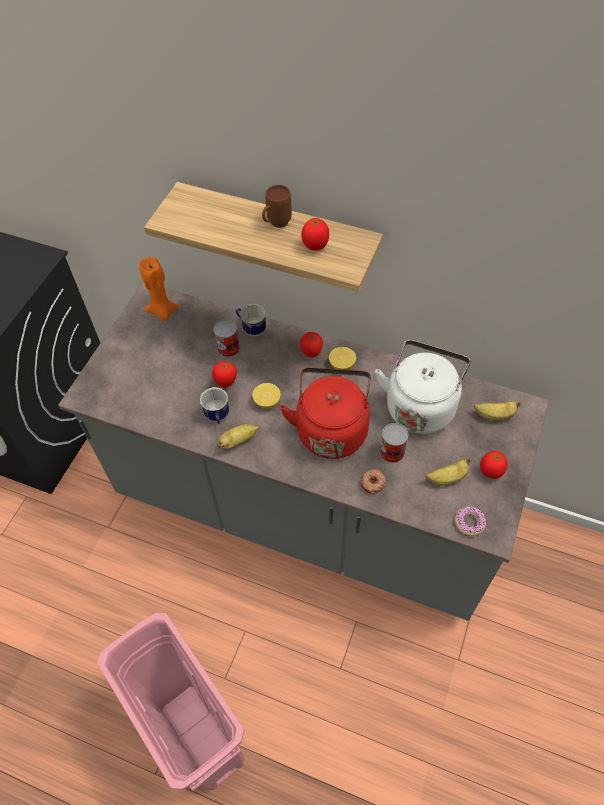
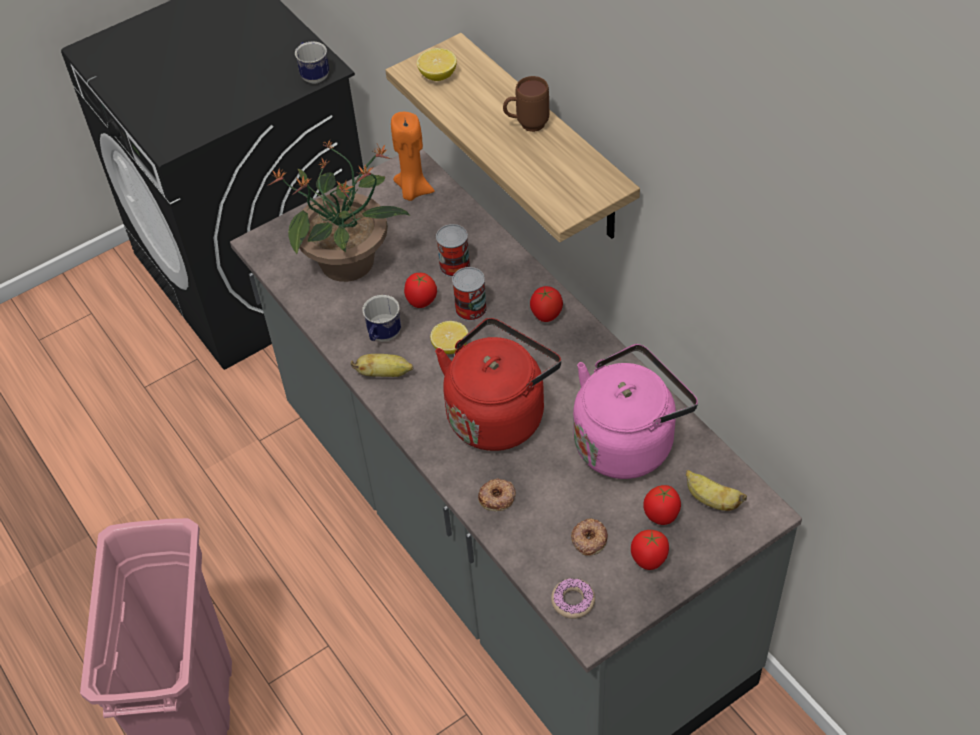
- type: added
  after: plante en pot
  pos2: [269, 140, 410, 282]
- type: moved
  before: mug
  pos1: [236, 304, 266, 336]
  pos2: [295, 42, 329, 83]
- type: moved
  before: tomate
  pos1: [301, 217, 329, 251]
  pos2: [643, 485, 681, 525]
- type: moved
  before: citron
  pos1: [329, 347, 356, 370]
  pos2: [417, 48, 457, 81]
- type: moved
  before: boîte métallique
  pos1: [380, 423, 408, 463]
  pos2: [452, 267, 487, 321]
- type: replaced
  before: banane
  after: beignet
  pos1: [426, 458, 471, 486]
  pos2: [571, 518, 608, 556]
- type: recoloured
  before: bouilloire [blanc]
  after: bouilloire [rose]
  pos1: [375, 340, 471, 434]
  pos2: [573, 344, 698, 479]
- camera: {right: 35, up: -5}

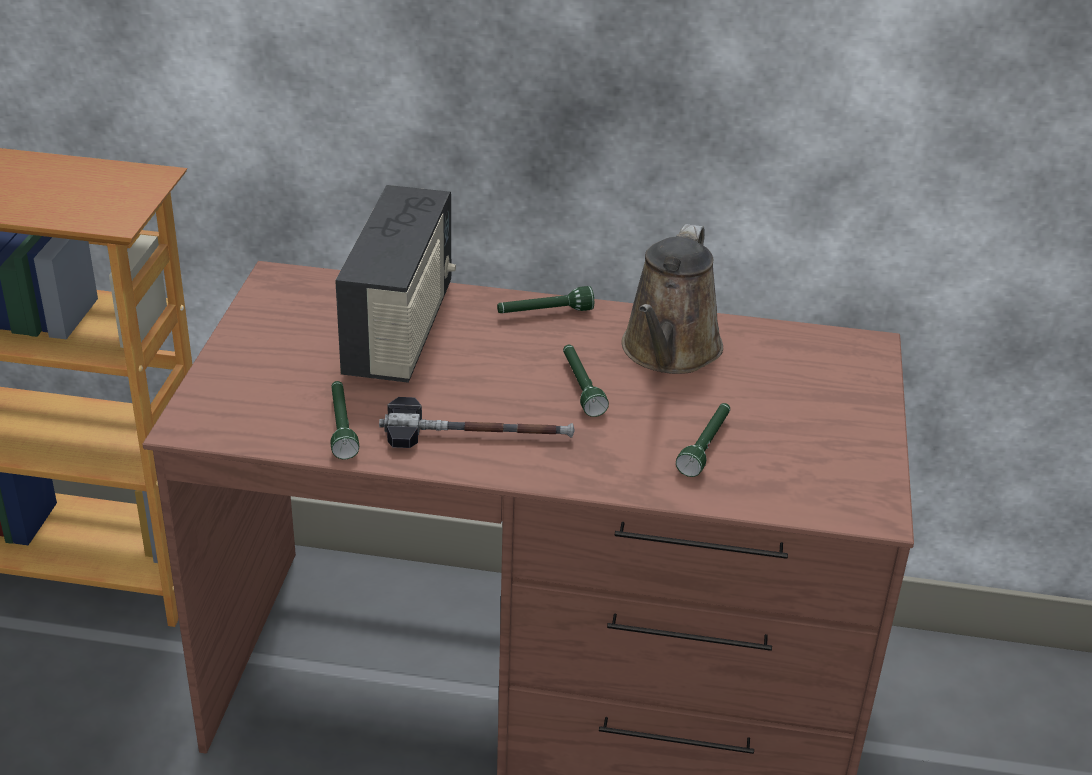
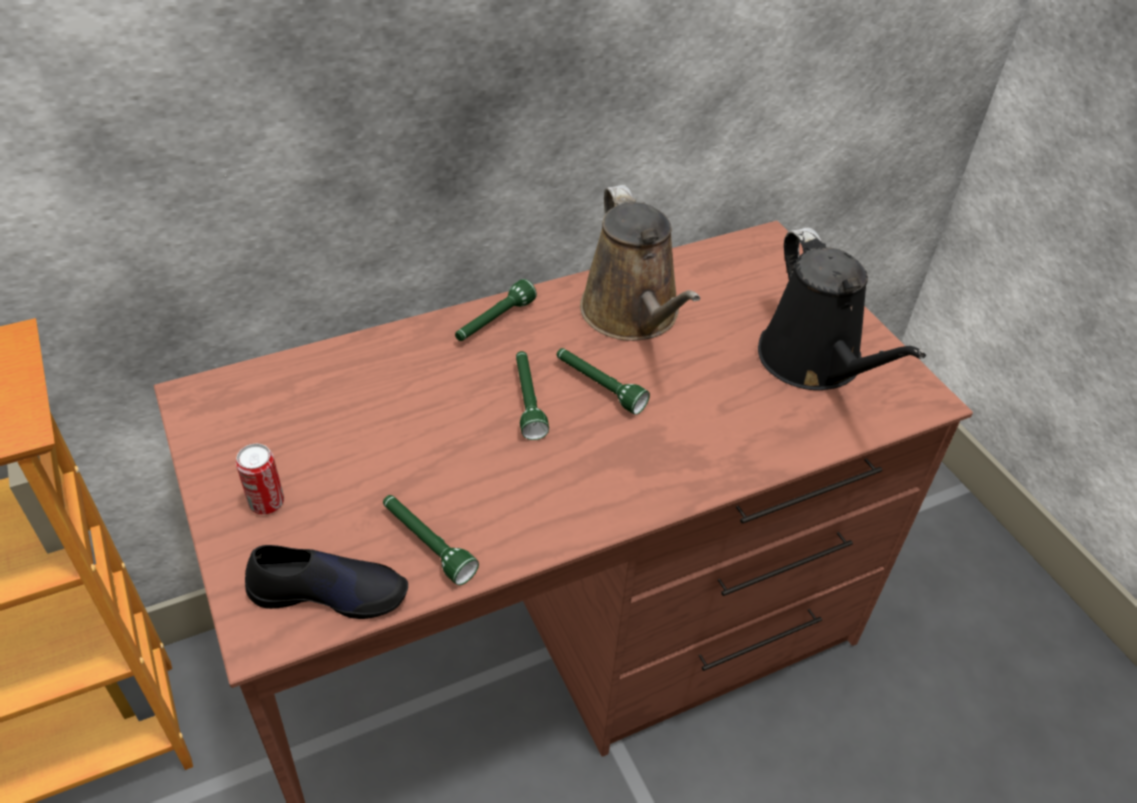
- type: removed
  before: radio
  pos1: [335, 185, 456, 383]
- type: removed
  before: marteau
  pos1: [379, 397, 575, 448]
- type: added
  after: boîte métallique
  pos2: [236, 444, 284, 515]
- type: added
  after: chaussure [noir]
  pos2: [245, 545, 408, 619]
- type: added
  after: arrosoir [noir]
  pos2: [758, 228, 926, 390]
- type: moved
  before: lampe de poche [vert]
  pos1: [676, 403, 730, 477]
  pos2: [516, 351, 549, 440]
- camera: {right: -35, up: 10}

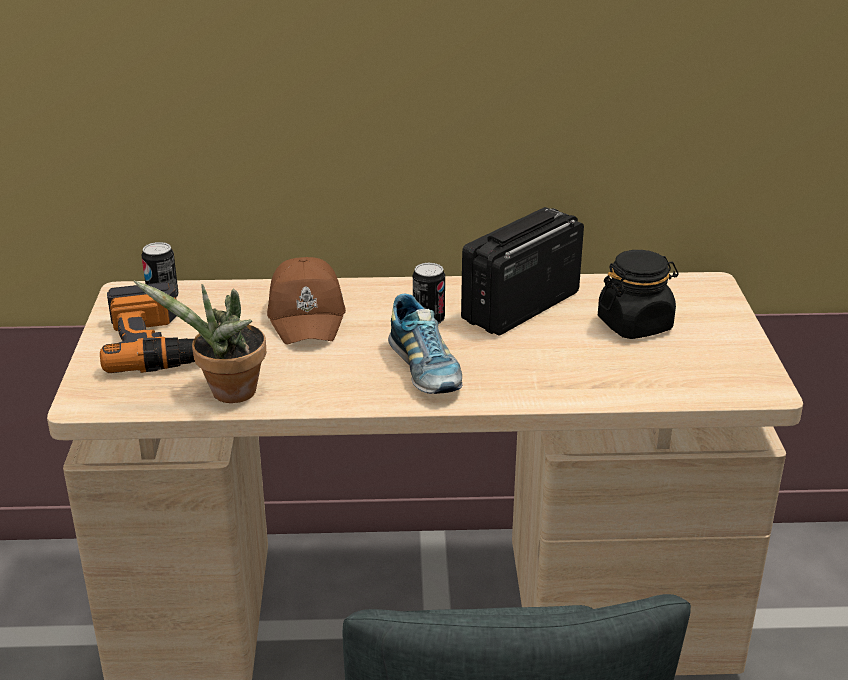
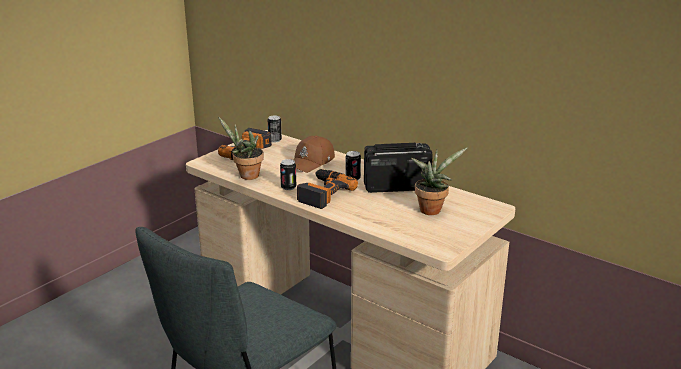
- type: added
  after: boîte métallique
  pos2: [280, 159, 296, 190]
- type: replaced
  before: chaussure
  after: perceuse
  pos1: [388, 294, 462, 394]
  pos2: [297, 169, 358, 209]
- type: replaced
  before: bocal [noir]
  after: plante en pot
  pos1: [598, 250, 679, 339]
  pos2: [411, 147, 468, 215]
- camera: {right: 40, up: -5}

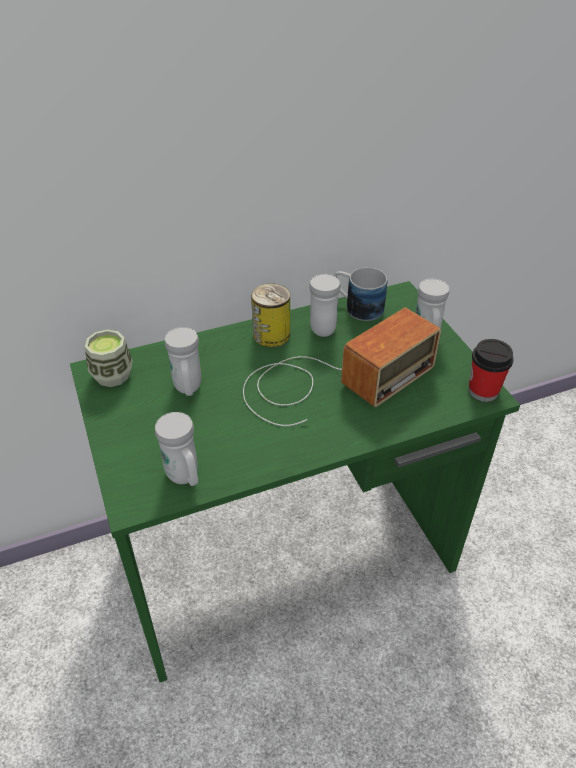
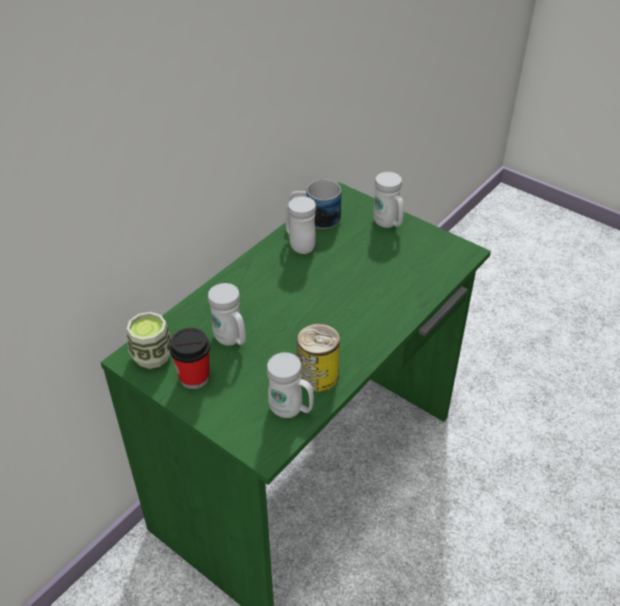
- type: removed
  before: radio
  pos1: [243, 308, 442, 426]
- type: moved
  before: boîte métallique
  pos1: [251, 283, 290, 347]
  pos2: [297, 323, 340, 392]
- type: moved
  before: tasse
  pos1: [468, 339, 514, 402]
  pos2: [169, 328, 210, 389]
- camera: {right: -30, up: 0}

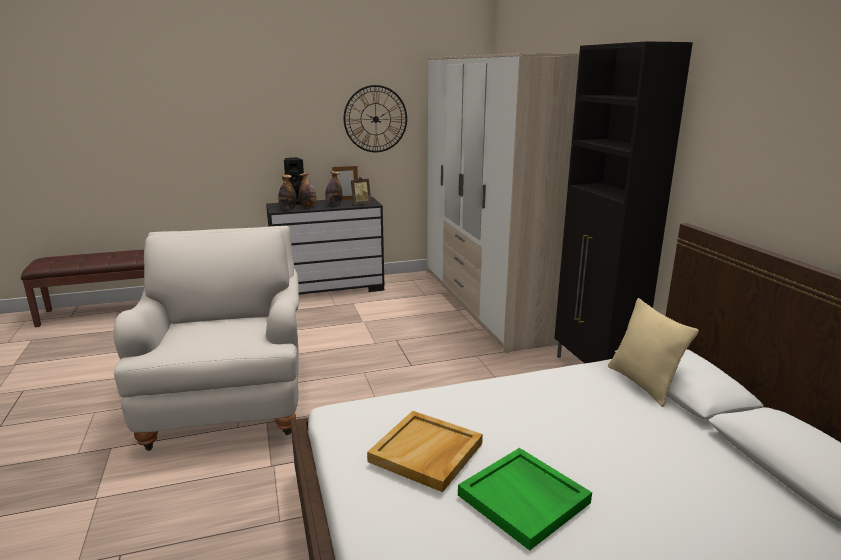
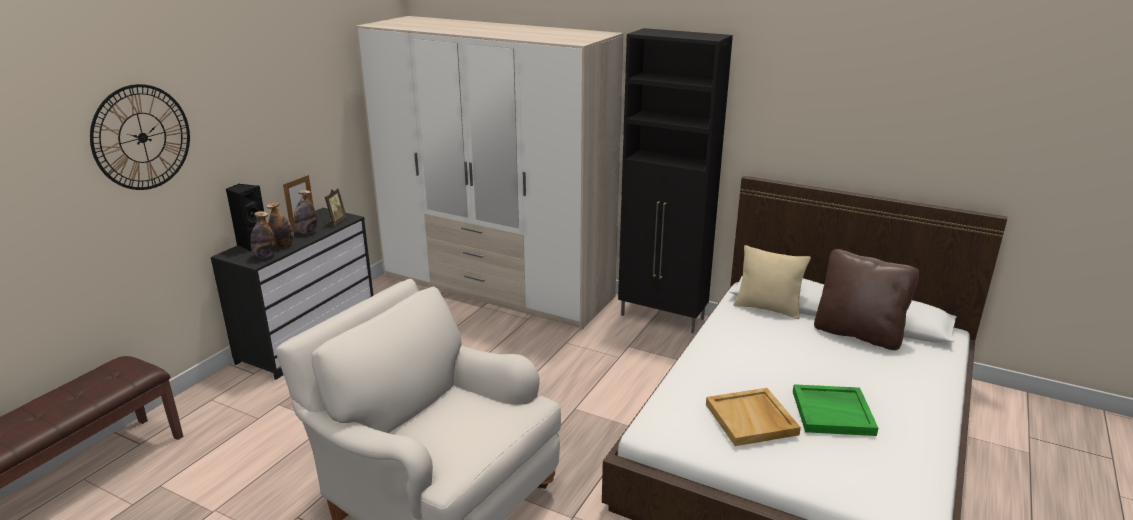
- type: added
  after: coussin [marron]
  pos2: [814, 249, 919, 350]
- type: moved
  before: horloge murale
  pos1: [344, 85, 407, 152]
  pos2: [90, 84, 190, 190]
- camera: {right: -45, up: 5}

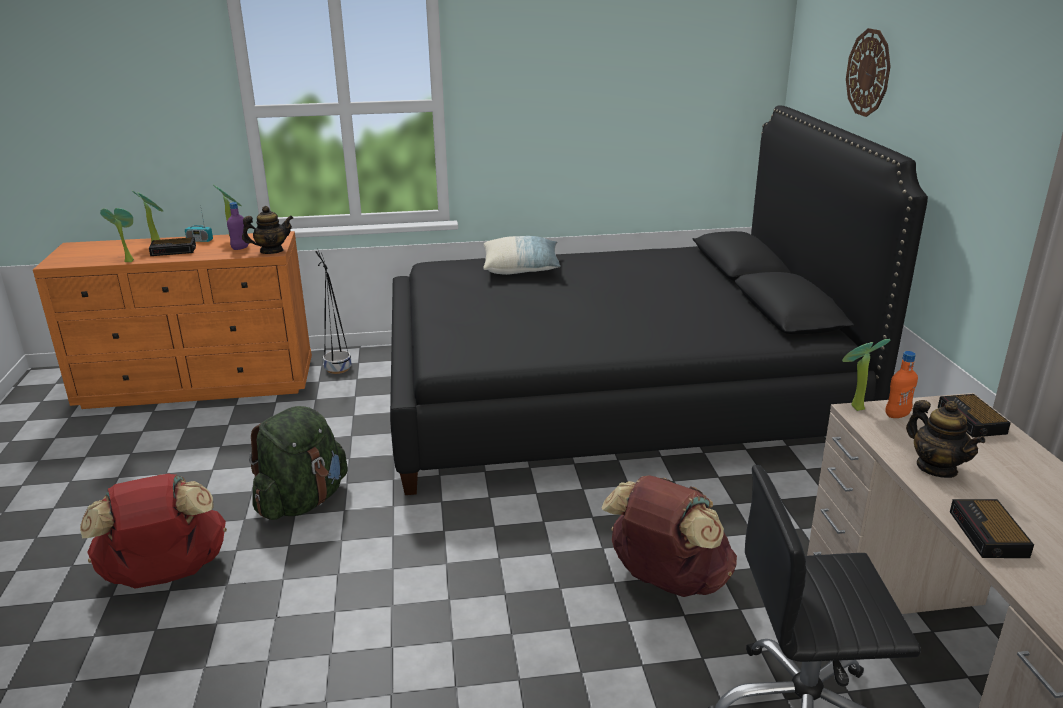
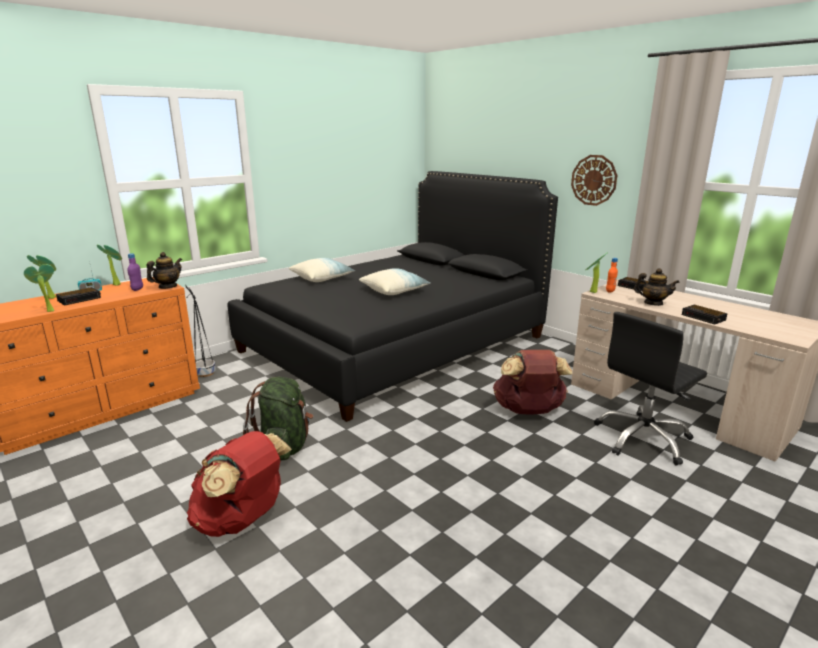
- type: added
  after: coussin
  pos2: [359, 268, 431, 295]
- type: moved
  before: horloge murale
  pos1: [846, 28, 891, 117]
  pos2: [571, 155, 617, 206]
- camera: {right: -35, up: -5}

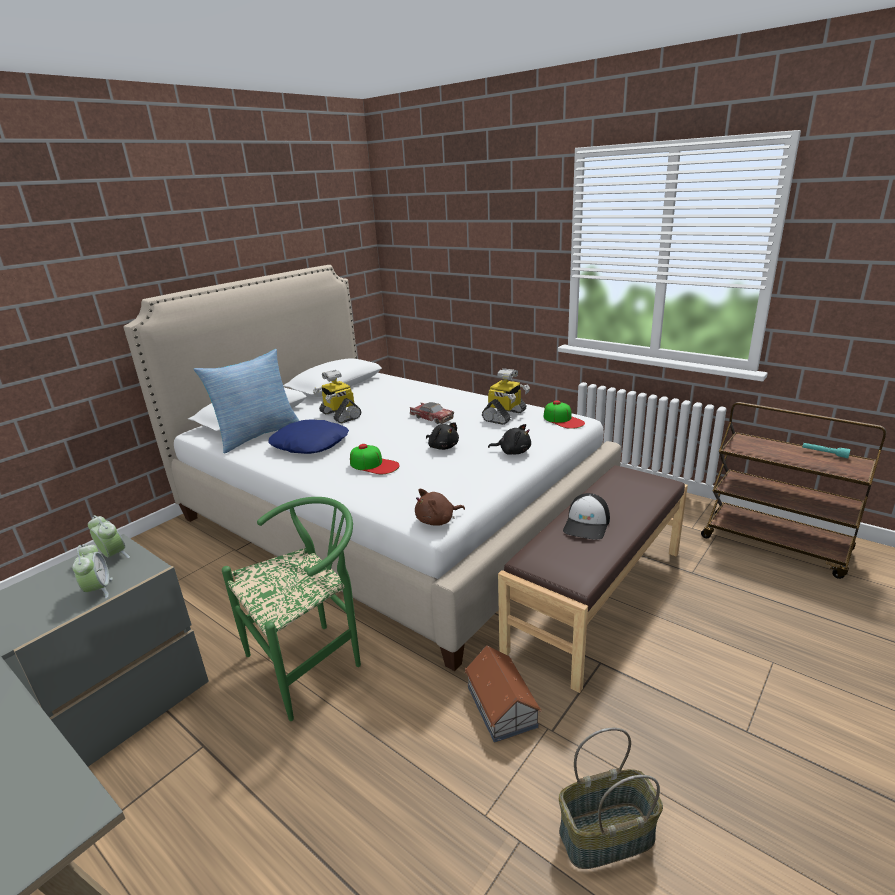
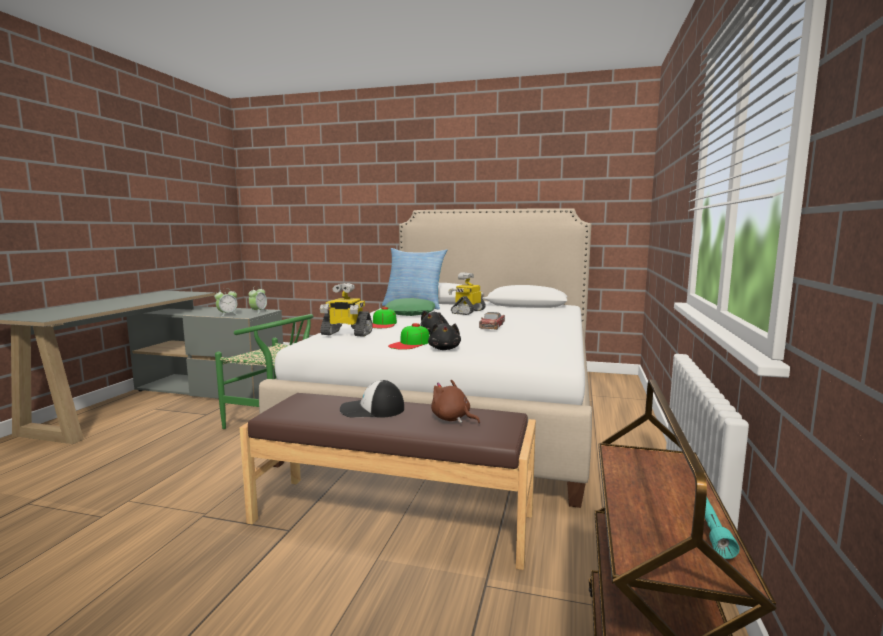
- type: removed
  before: maison miniature
  pos1: [465, 645, 541, 743]
- type: removed
  before: panier
  pos1: [559, 728, 663, 869]
- type: moved
  before: peluche [marron]
  pos1: [415, 489, 465, 526]
  pos2: [431, 380, 480, 424]
- type: moved
  before: robot jouet
  pos1: [482, 368, 530, 425]
  pos2: [320, 283, 373, 337]
- type: moved
  before: casquette
  pos1: [544, 400, 585, 429]
  pos2: [388, 323, 430, 350]
- type: recoloured
  before: coussin [bleu]
  after: coussin [vert]
  pos1: [268, 419, 349, 454]
  pos2: [385, 298, 435, 316]
- camera: {right: 65, up: -15}

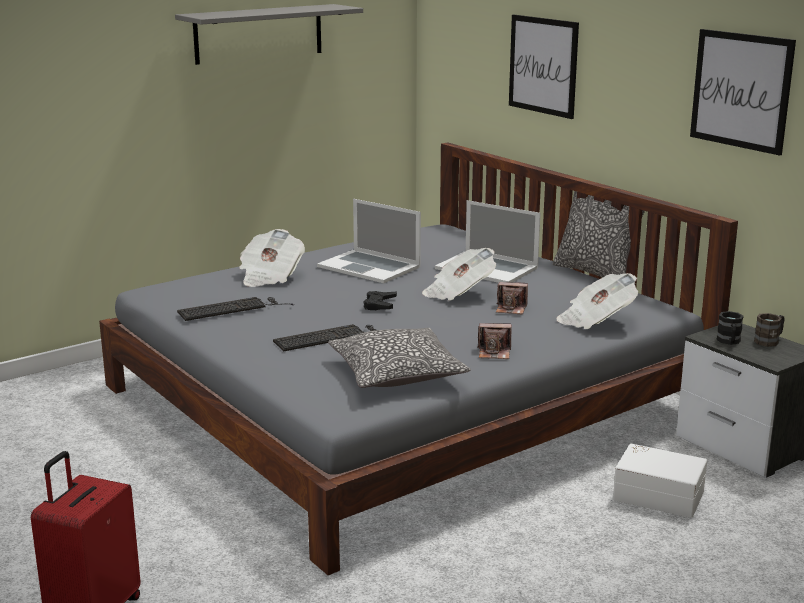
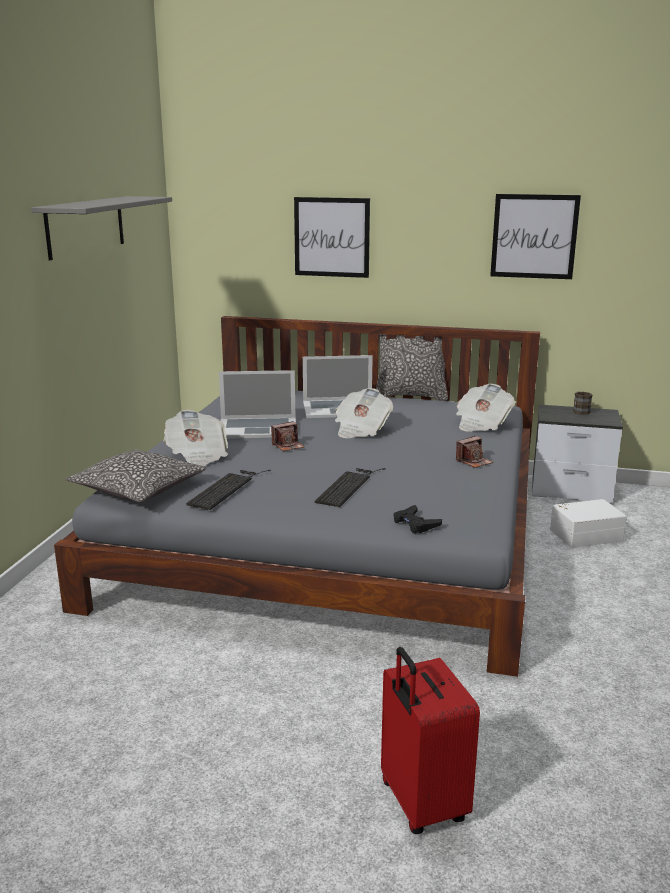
- type: removed
  before: mug [noir]
  pos1: [716, 311, 744, 345]
- type: moved
  before: coussin
  pos1: [328, 328, 471, 388]
  pos2: [66, 449, 207, 502]
- type: moved
  before: manette [noir]
  pos1: [364, 291, 397, 310]
  pos2: [394, 505, 442, 534]
- type: moved
  before: appareil photo
  pos1: [496, 282, 528, 314]
  pos2: [271, 421, 304, 451]
- camera: {right: -40, up: 0}

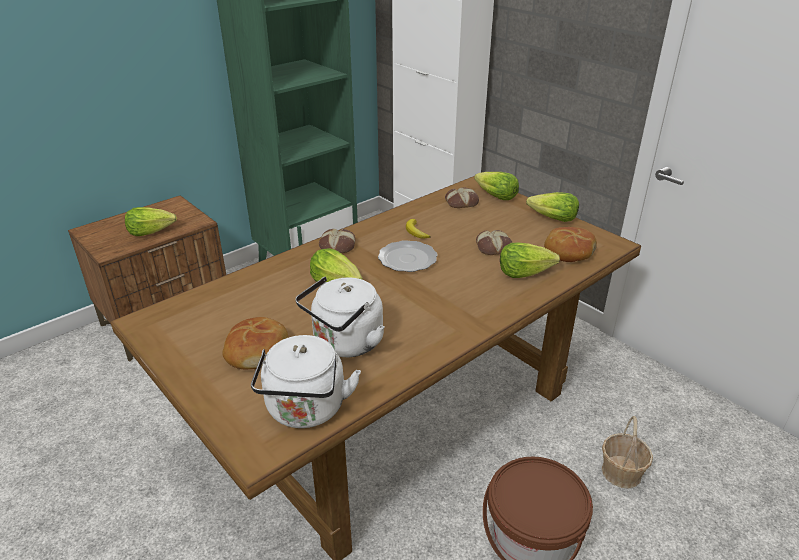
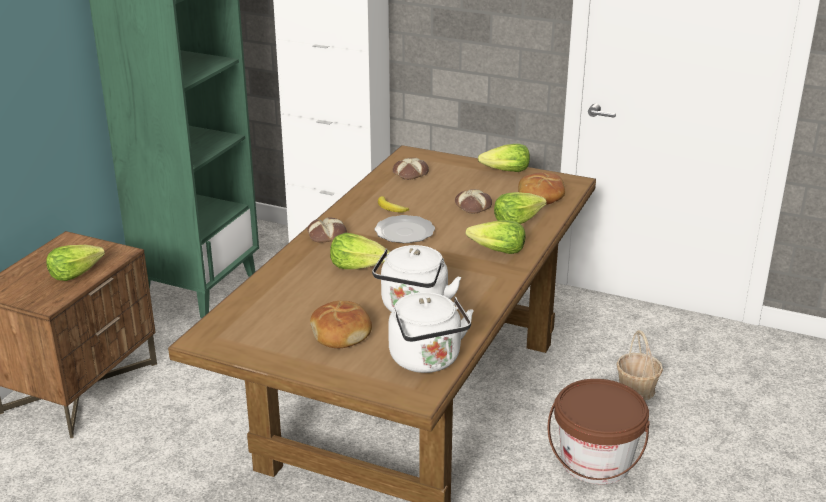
- type: moved
  before: laitue
  pos1: [474, 172, 519, 200]
  pos2: [466, 220, 526, 254]
- camera: {right: -25, up: -5}

